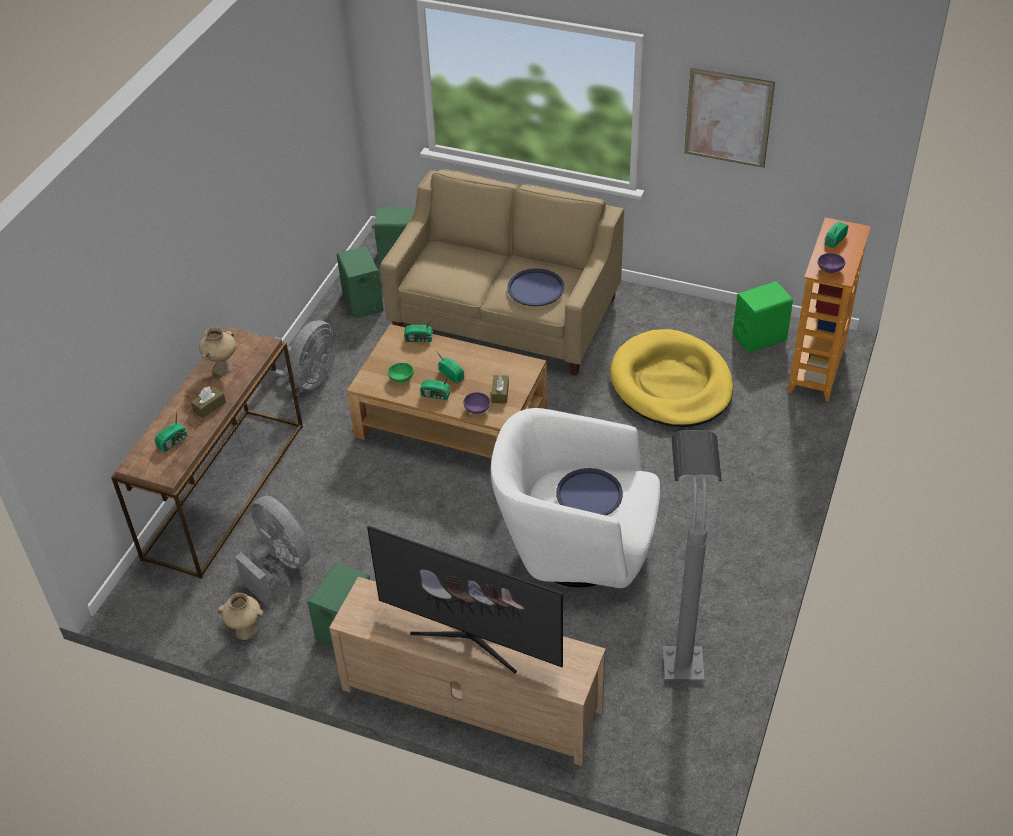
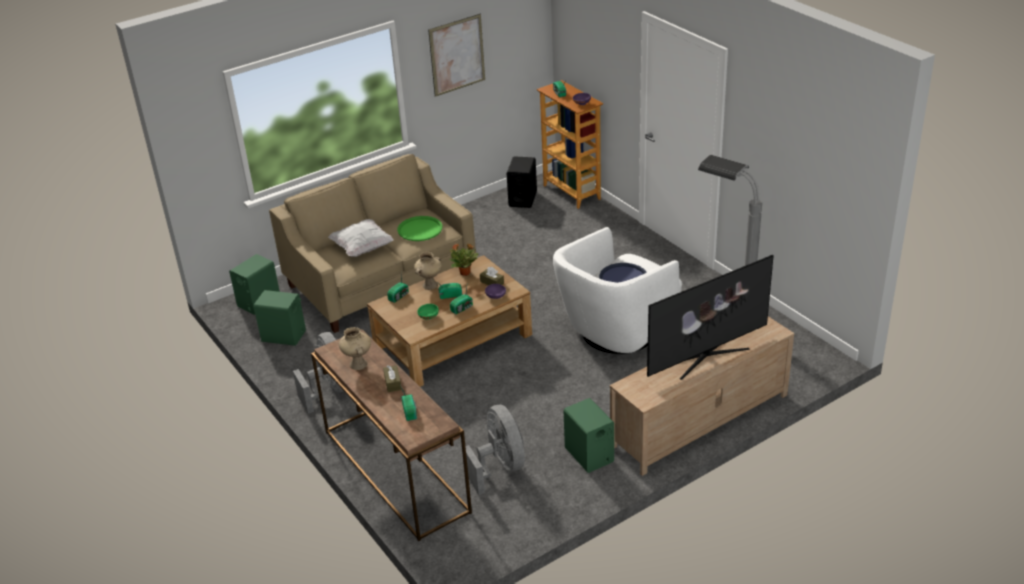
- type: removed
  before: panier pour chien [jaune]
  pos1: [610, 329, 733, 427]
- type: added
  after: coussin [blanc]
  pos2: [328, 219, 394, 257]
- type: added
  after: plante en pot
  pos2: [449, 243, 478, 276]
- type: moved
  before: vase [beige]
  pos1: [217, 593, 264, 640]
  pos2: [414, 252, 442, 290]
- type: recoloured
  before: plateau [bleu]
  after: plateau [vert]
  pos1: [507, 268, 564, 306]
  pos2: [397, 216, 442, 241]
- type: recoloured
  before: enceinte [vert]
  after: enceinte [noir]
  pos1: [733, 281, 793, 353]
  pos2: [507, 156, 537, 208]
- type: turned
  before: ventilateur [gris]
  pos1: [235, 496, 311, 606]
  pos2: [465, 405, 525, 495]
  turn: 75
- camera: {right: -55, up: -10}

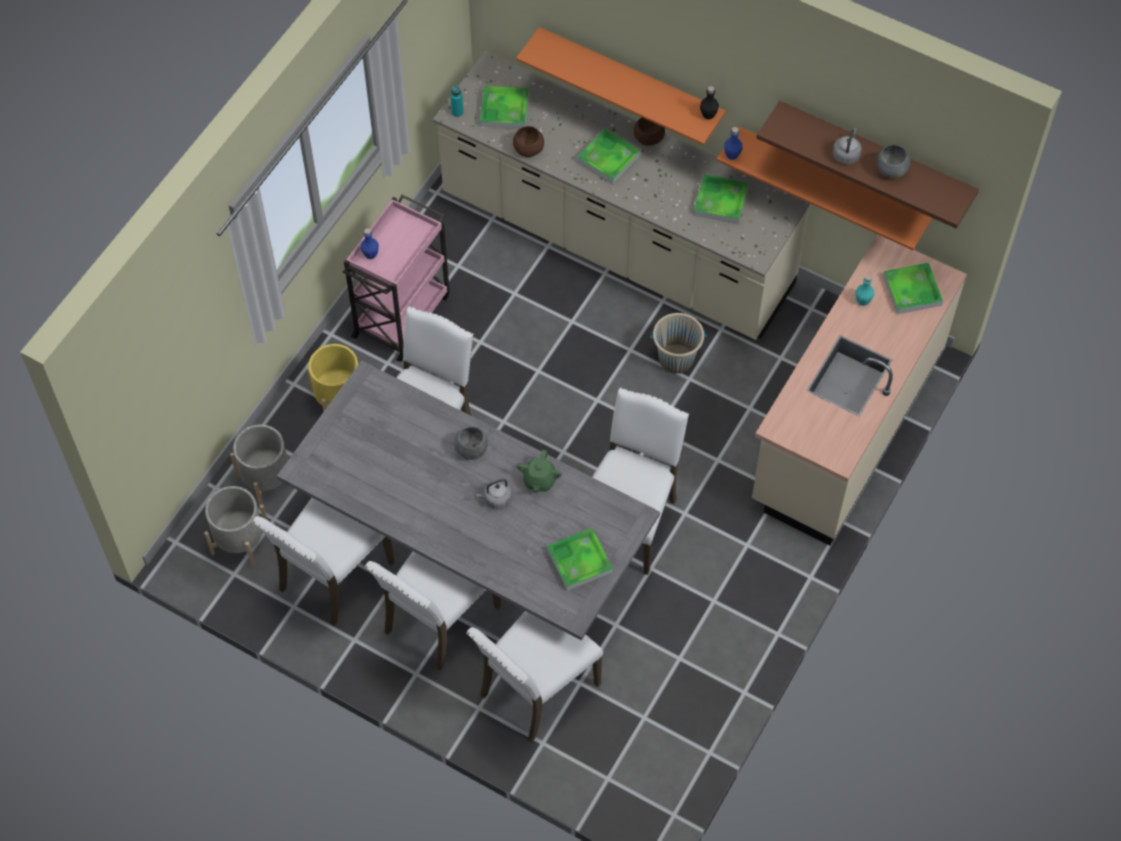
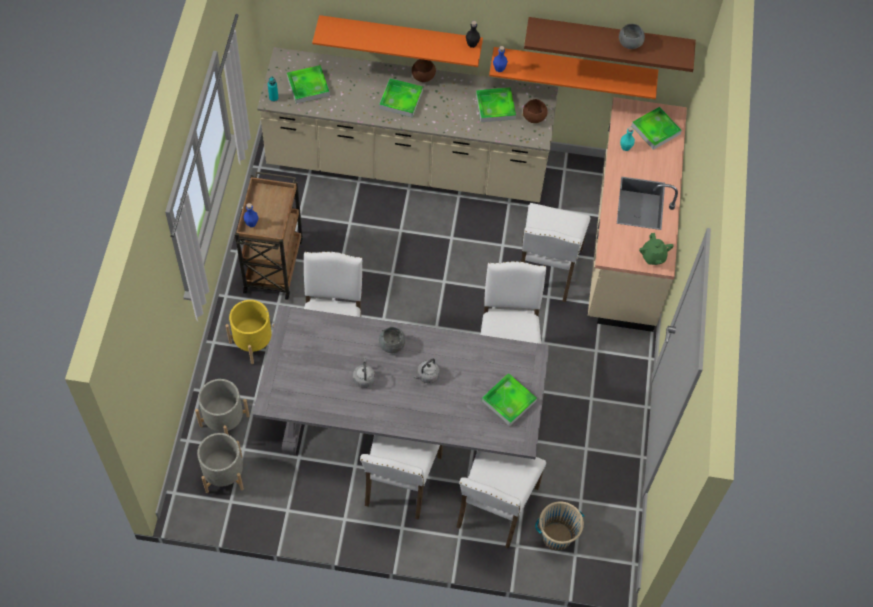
- type: moved
  before: chaise [blanc]
  pos1: [252, 498, 395, 626]
  pos2: [521, 203, 590, 302]
- type: moved
  before: bol [marron]
  pos1: [513, 126, 544, 157]
  pos2: [523, 99, 548, 123]
- type: moved
  before: théière [vert]
  pos1: [517, 450, 562, 492]
  pos2: [639, 233, 674, 265]
- type: moved
  before: seau [beige]
  pos1: [650, 313, 707, 373]
  pos2: [535, 501, 584, 551]
- type: moved
  before: bouilloire [gris]
  pos1: [833, 128, 861, 165]
  pos2: [353, 357, 375, 388]
- type: recoloured
  before: chariot [rose]
  after: chariot [marron]
  pos1: [343, 194, 450, 362]
  pos2: [235, 172, 303, 300]
- camera: {right: -25, up: 0}

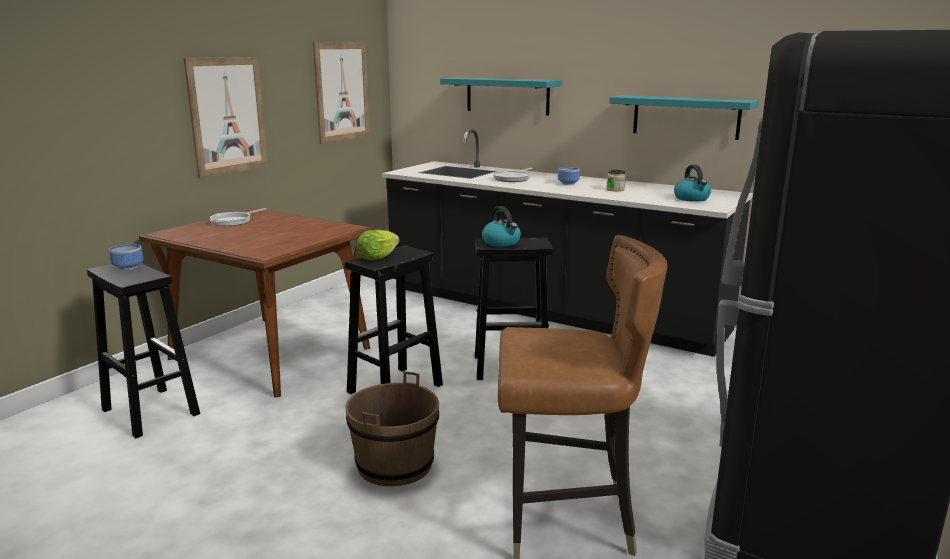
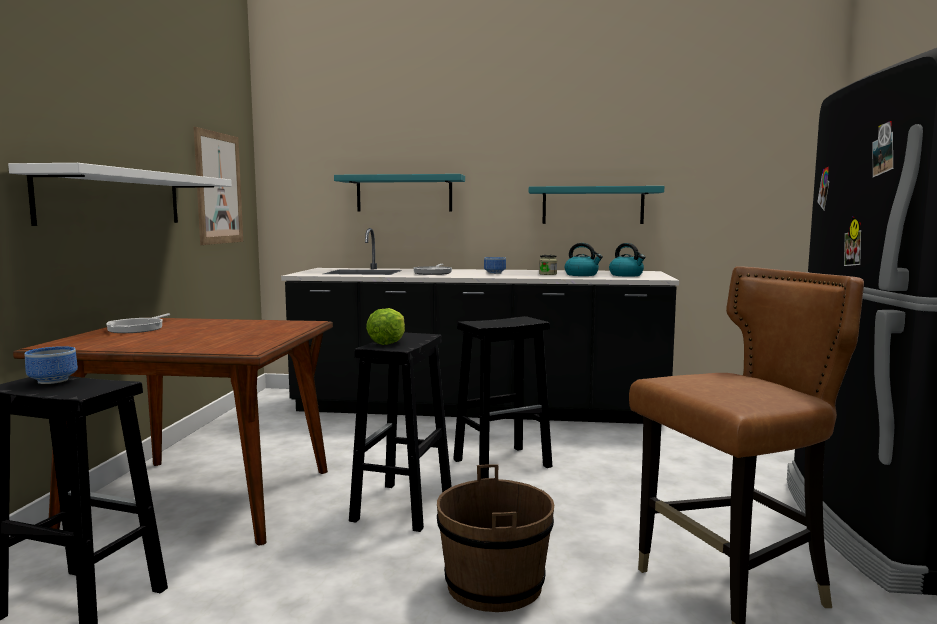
- type: moved
  before: bouilloire
  pos1: [482, 206, 521, 247]
  pos2: [565, 243, 603, 276]
- type: replaced
  before: tableau
  after: étagère [blanc]
  pos1: [183, 57, 268, 178]
  pos2: [8, 163, 232, 226]
- camera: {right: -25, up: -10}

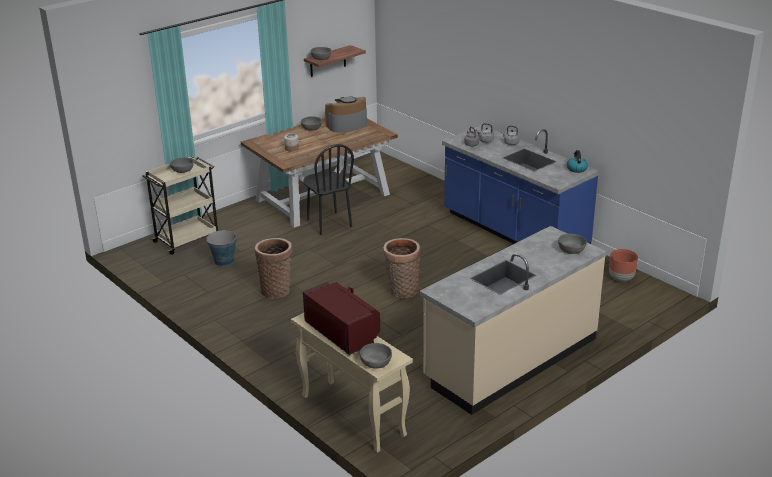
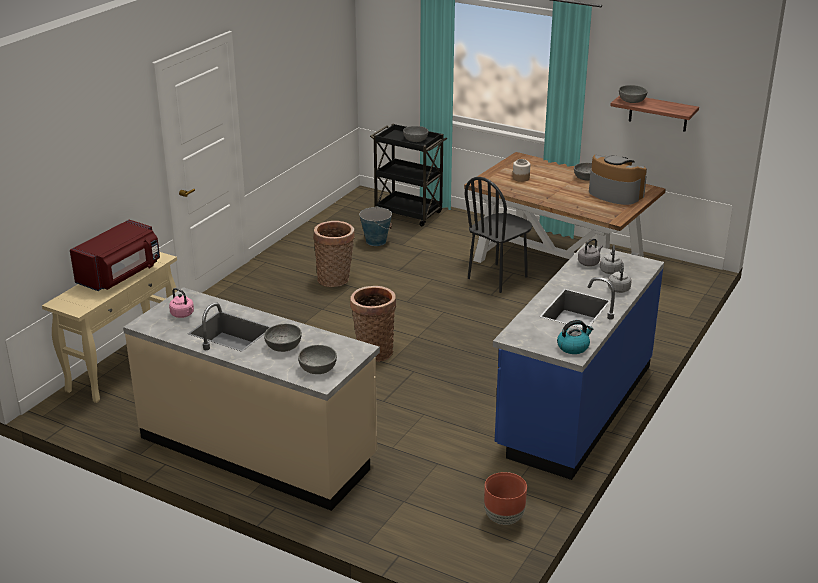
- type: added
  after: bouilloire [rose]
  pos2: [169, 288, 194, 318]
- type: moved
  before: bol [gris]
  pos1: [360, 343, 392, 369]
  pos2: [264, 324, 302, 352]
- type: recoloured
  before: chariot [beige]
  after: chariot [noir]
  pos1: [142, 156, 218, 255]
  pos2: [370, 124, 447, 226]
- camera: {right: 70, up: 0}

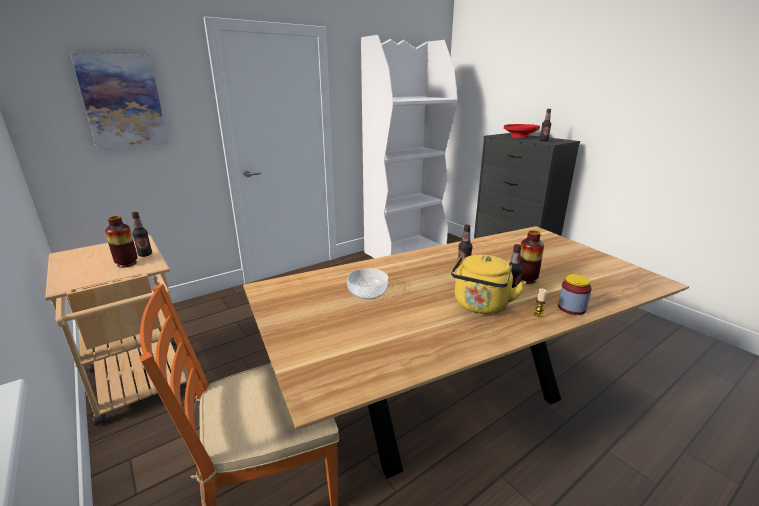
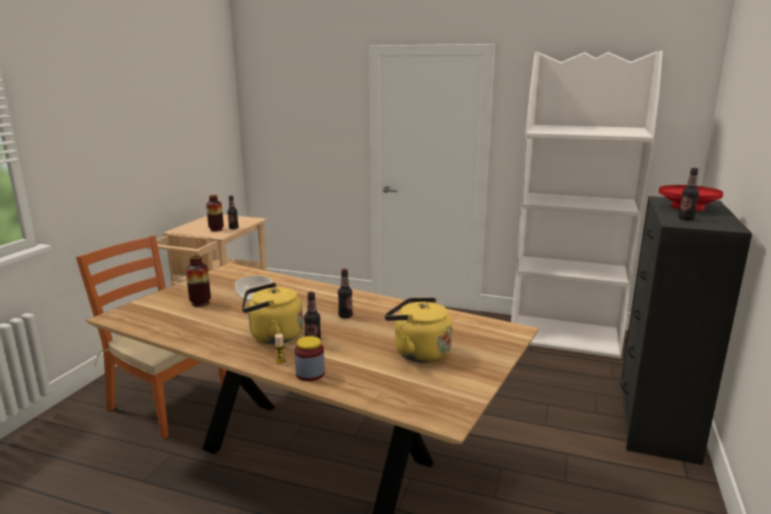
- type: removed
  before: tableau
  pos1: [70, 53, 168, 149]
- type: added
  after: bouilloire [jaune]
  pos2: [384, 298, 452, 363]
- type: moved
  before: vase
  pos1: [520, 230, 544, 284]
  pos2: [186, 255, 211, 307]
- camera: {right: 55, up: -5}

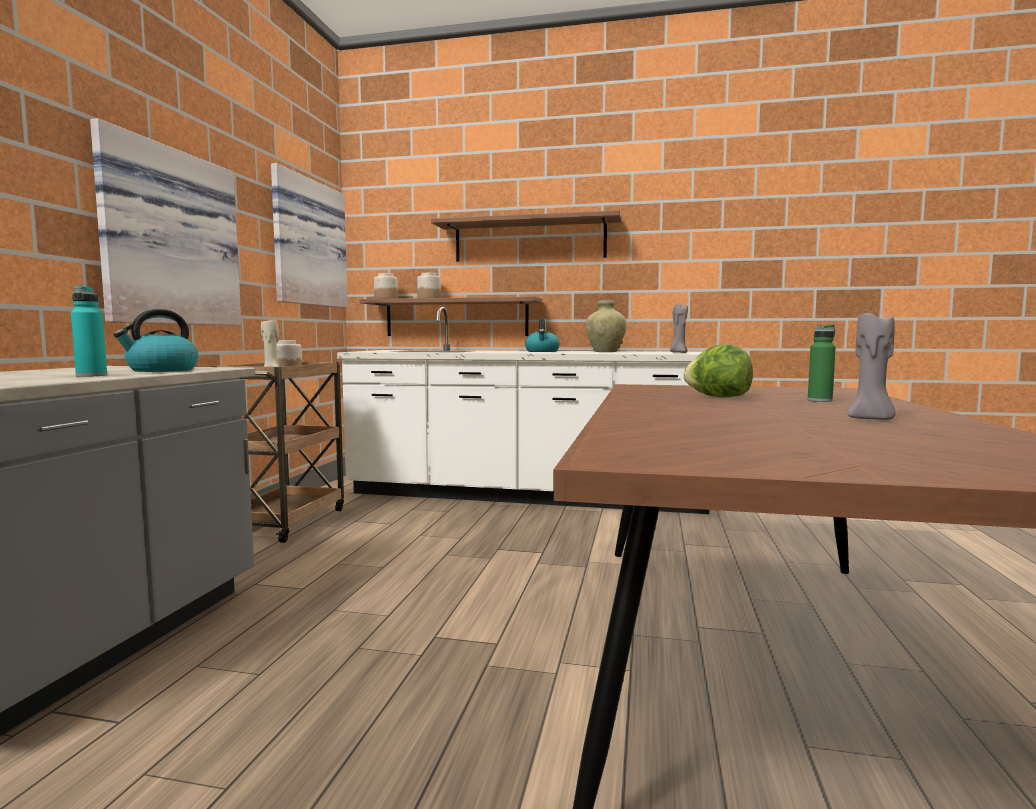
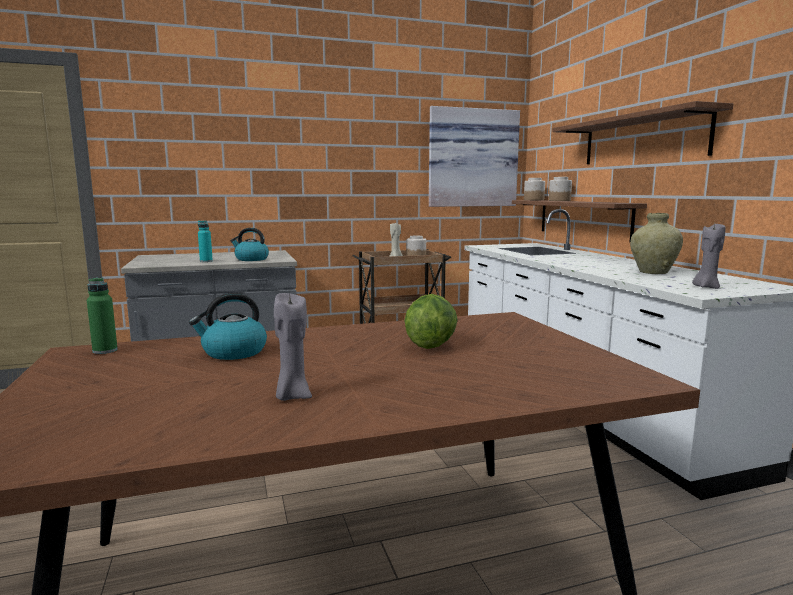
- type: removed
  before: tableau
  pos1: [90, 118, 241, 325]
- type: moved
  before: bouilloire
  pos1: [525, 318, 560, 352]
  pos2: [189, 293, 267, 360]
- type: moved
  before: bouteille [vert]
  pos1: [808, 324, 836, 402]
  pos2: [87, 277, 118, 354]
- camera: {right: 60, up: 5}

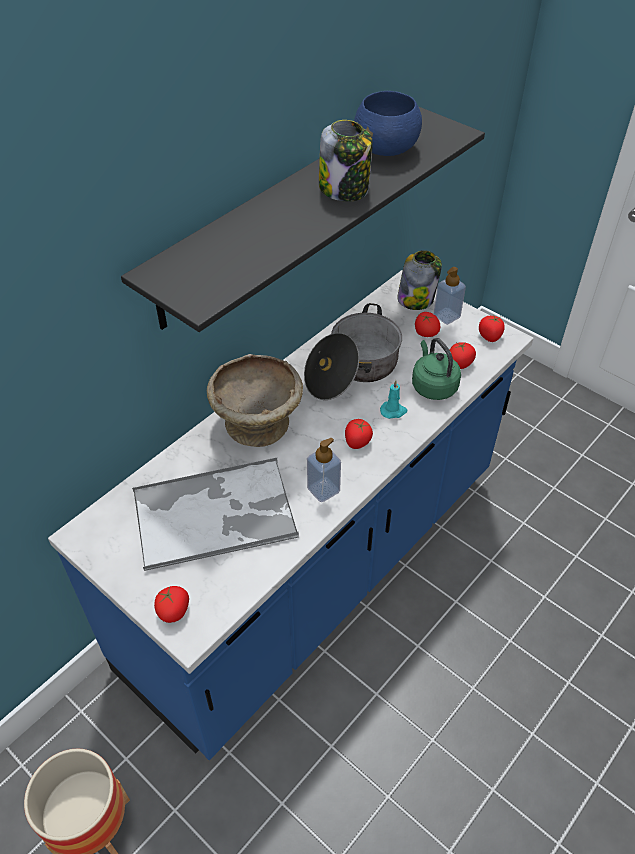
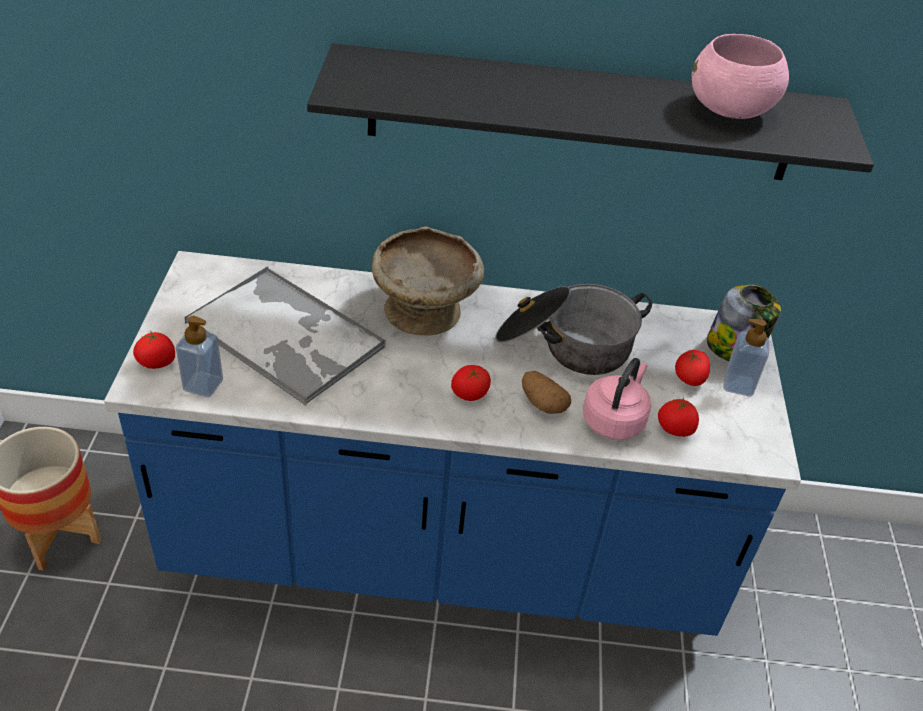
- type: removed
  before: bocal
  pos1: [319, 120, 373, 202]
- type: removed
  before: tomate
  pos1: [479, 314, 505, 342]
- type: moved
  before: distributeur de savon
  pos1: [307, 438, 341, 502]
  pos2: [176, 316, 223, 397]
- type: replaced
  before: bougie [turquoise]
  after: pomme de terre
  pos1: [380, 380, 407, 419]
  pos2: [522, 371, 571, 414]
- type: recoloured
  before: bol [bleu]
  after: bol [rose]
  pos1: [354, 91, 422, 156]
  pos2: [692, 34, 789, 119]
- type: recoloured
  before: bouilloire [vert]
  after: bouilloire [rose]
  pos1: [412, 338, 461, 400]
  pos2: [583, 358, 651, 440]
- camera: {right: 50, up: -5}

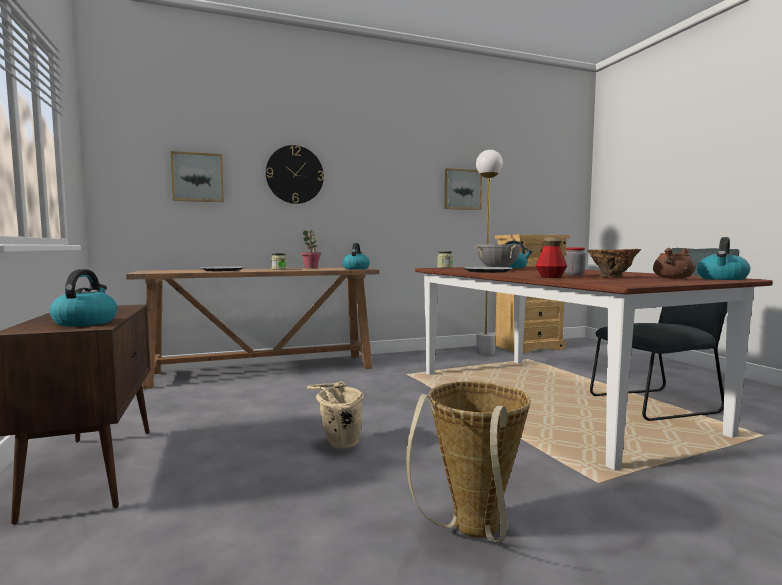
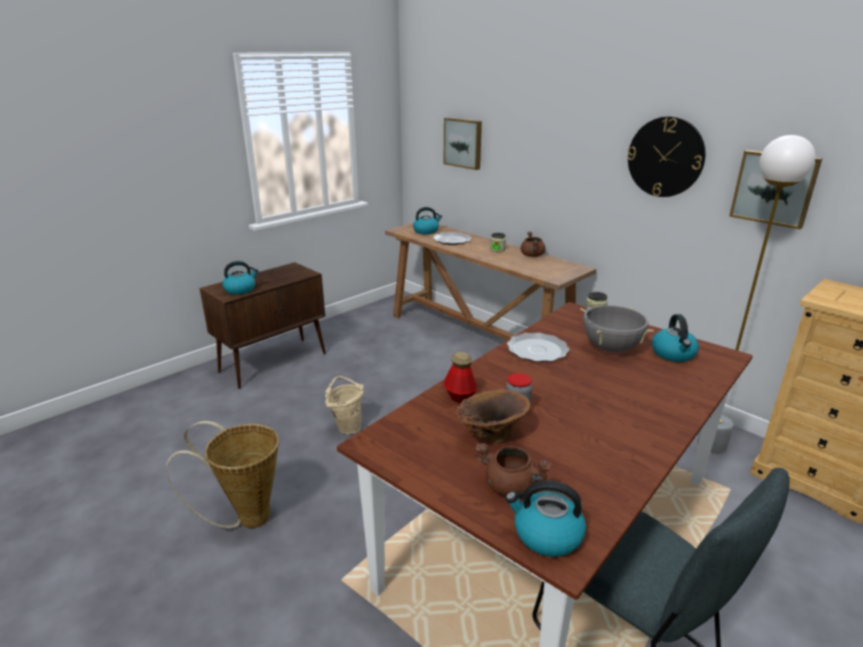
- type: moved
  before: horloge murale
  pos1: [266, 145, 324, 204]
  pos2: [627, 116, 705, 197]
- type: moved
  before: bouilloire
  pos1: [342, 243, 370, 269]
  pos2: [413, 207, 442, 234]
- type: replaced
  before: plante en pot
  after: marmite [marron]
  pos1: [301, 230, 321, 269]
  pos2: [521, 232, 546, 257]
- camera: {right: 65, up: 20}

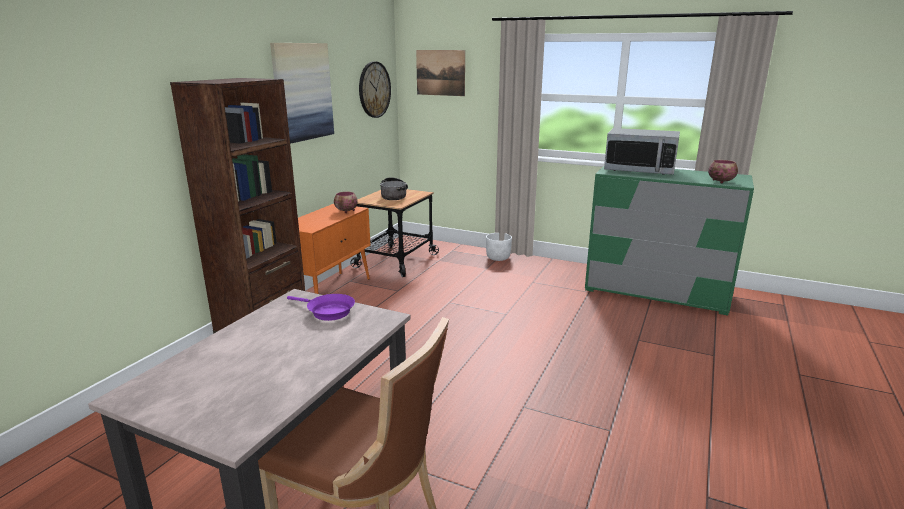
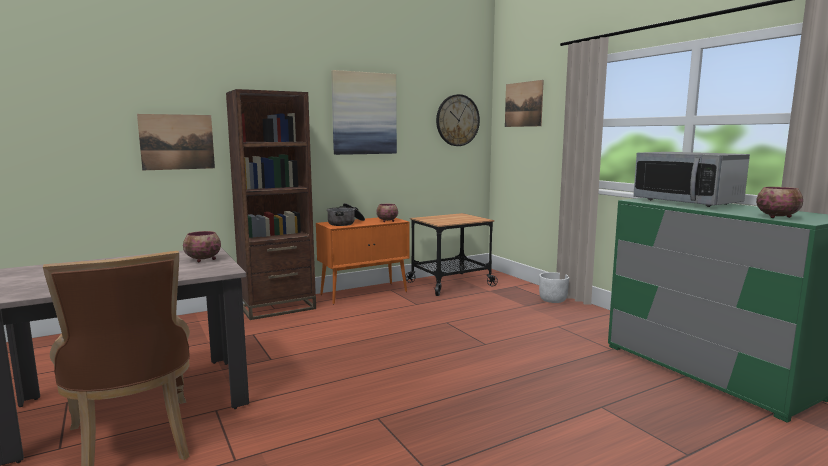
- type: added
  after: tableau
  pos2: [137, 114, 215, 170]
- type: moved
  before: marmite
  pos1: [380, 177, 408, 200]
  pos2: [327, 203, 365, 226]
- type: replaced
  before: poêle [violet]
  after: bol
  pos1: [287, 294, 355, 321]
  pos2: [183, 231, 221, 262]
- camera: {right: 35, up: -10}

